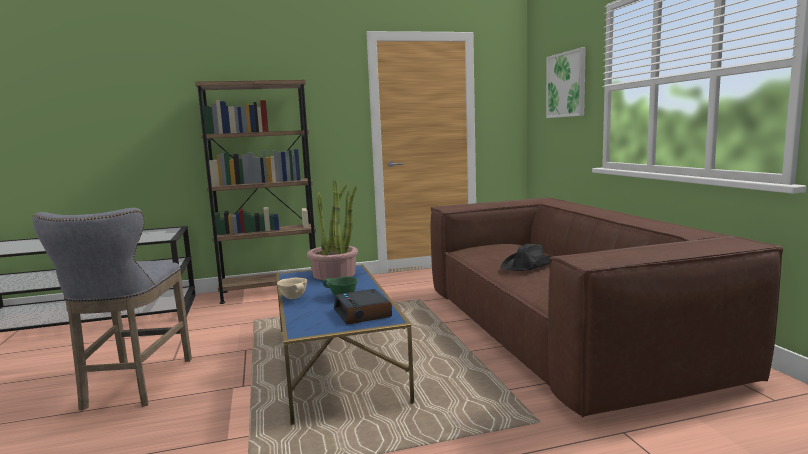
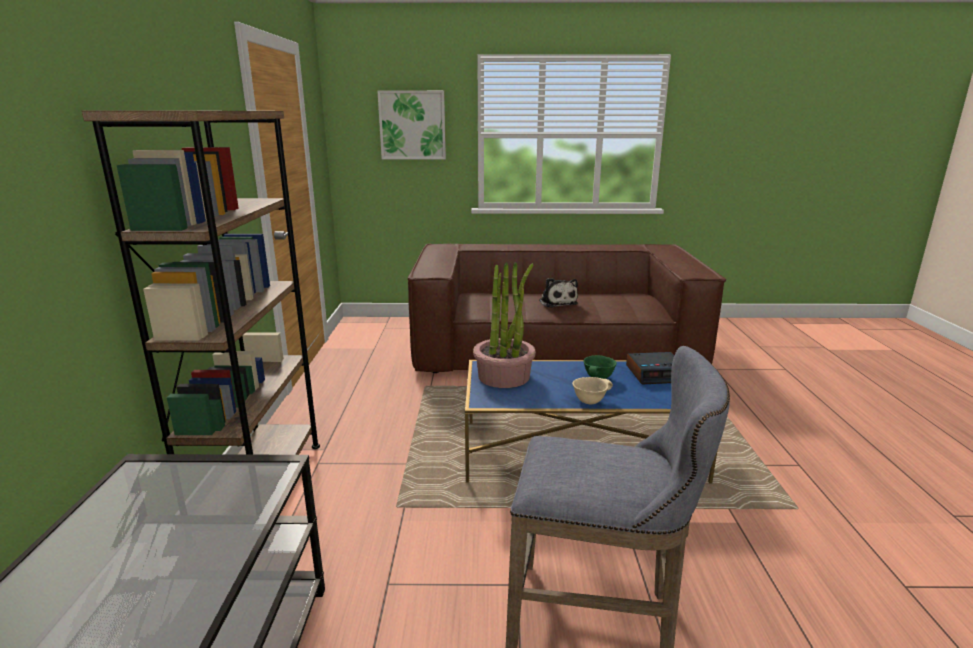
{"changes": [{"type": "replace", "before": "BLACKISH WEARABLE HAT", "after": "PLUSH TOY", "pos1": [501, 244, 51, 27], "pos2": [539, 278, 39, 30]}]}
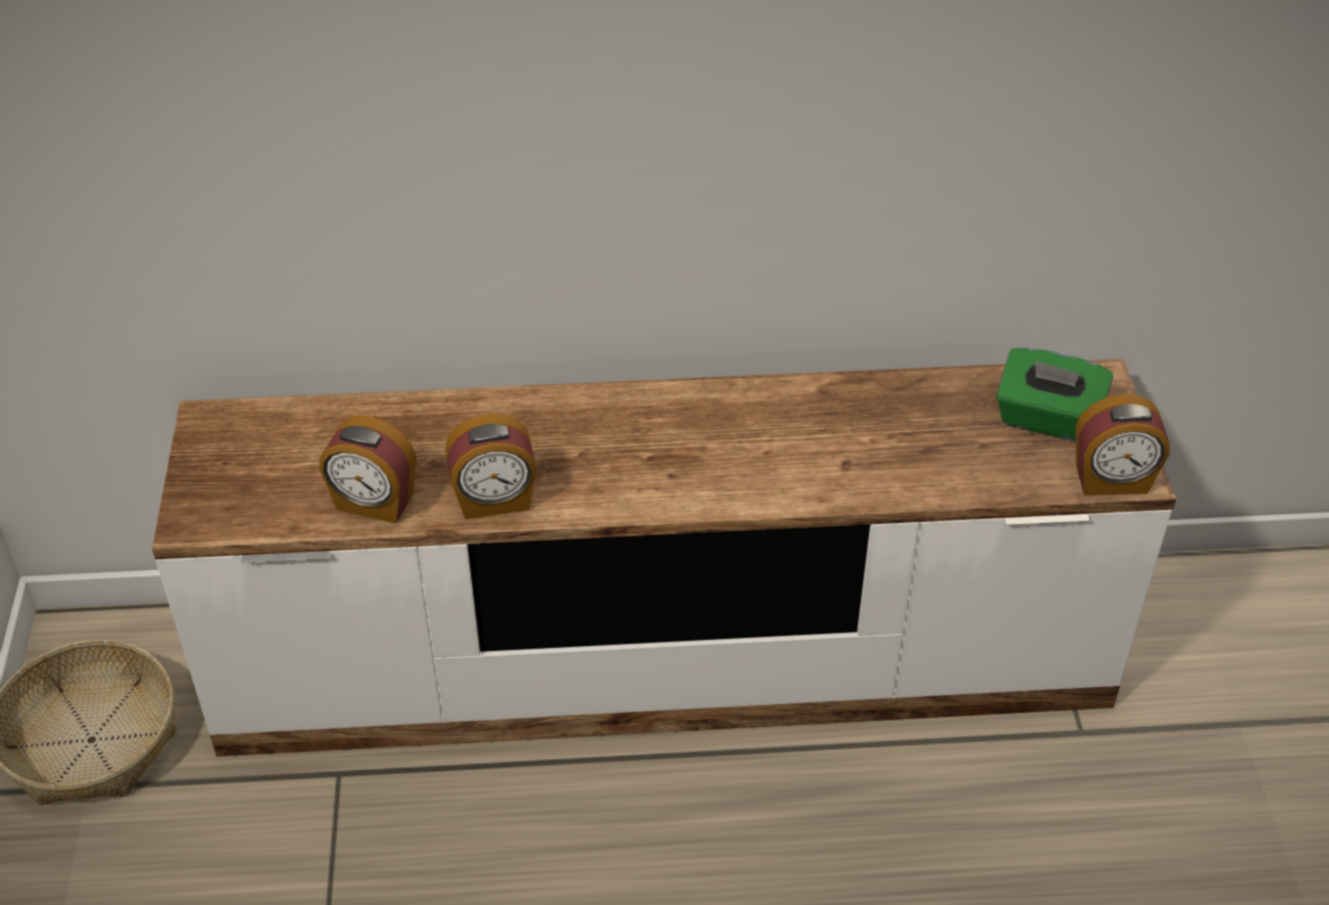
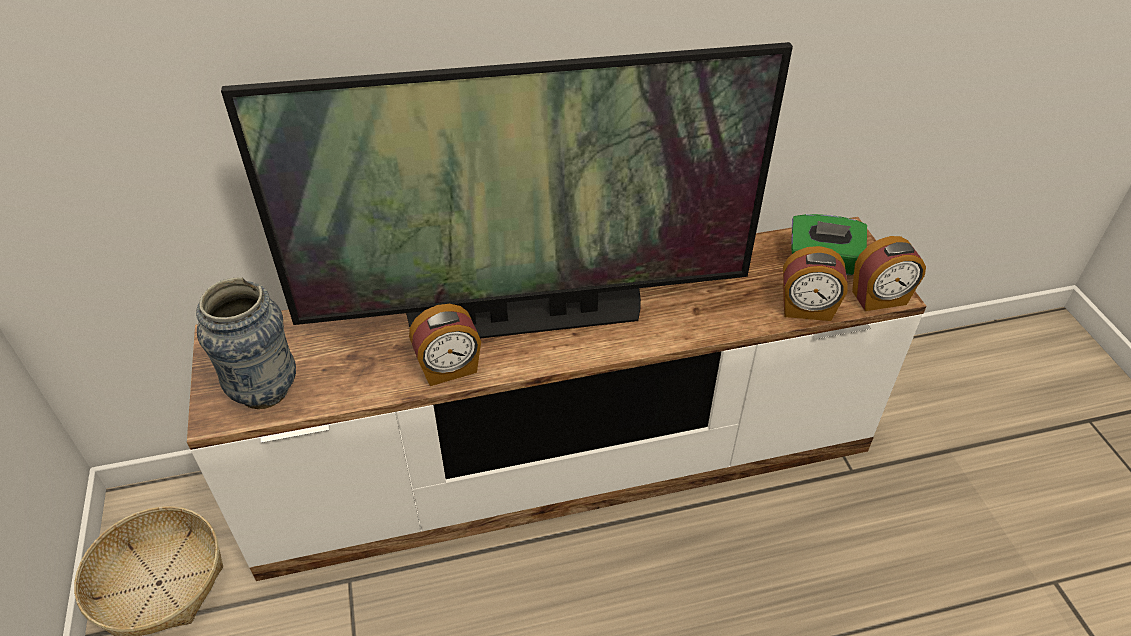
{"changes": [{"type": "move", "before": "TABLE CLOCK", "pos1": [319, 416, 98, 108], "pos2": [783, 246, 65, 75]}, {"type": "insert", "after": "TV", "pos2": [221, 42, 572, 297]}, {"type": "insert", "after": "DECORATIVE VASE", "pos2": [196, 277, 100, 132]}]}
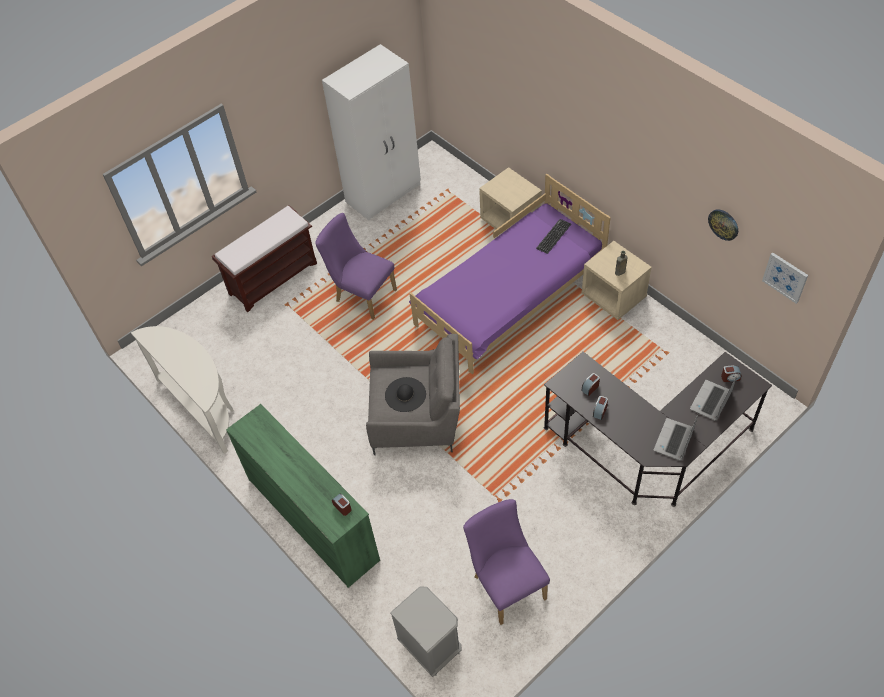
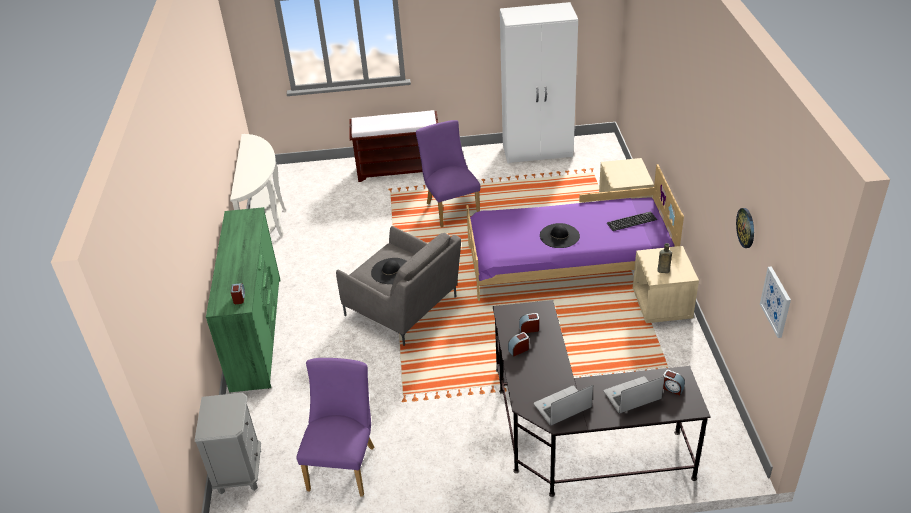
{"changes": [{"type": "insert", "after": "BLACKISH WEARABLE HAT", "pos2": [540, 223, 40, 25]}]}
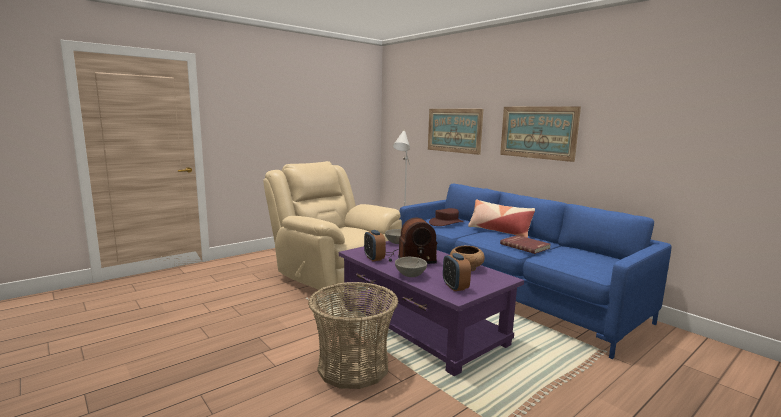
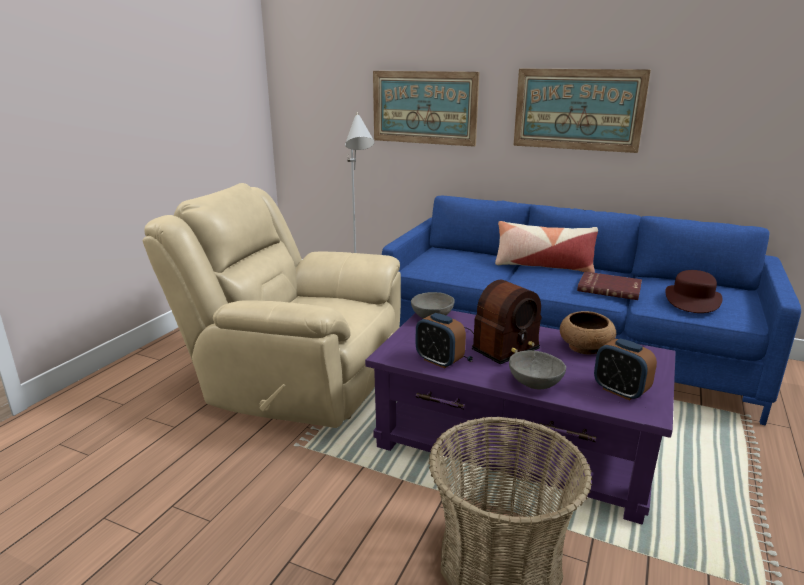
{"changes": [{"type": "move", "before": "BROWN WEARABLE HAT", "pos1": [429, 208, 35, 18], "pos2": [666, 270, 57, 43]}]}
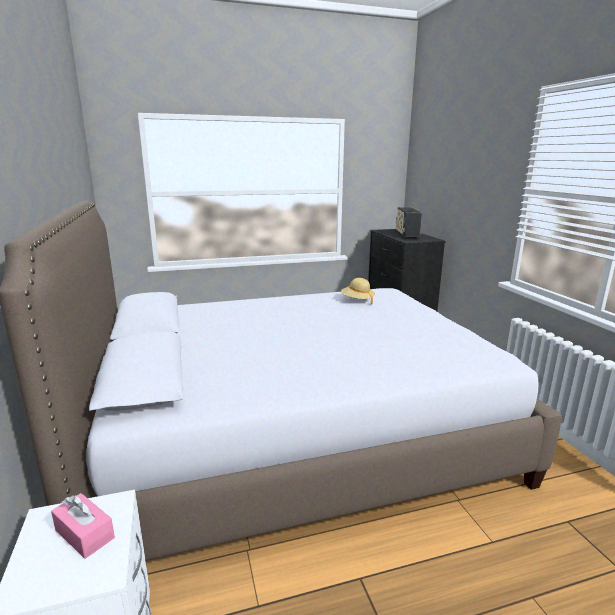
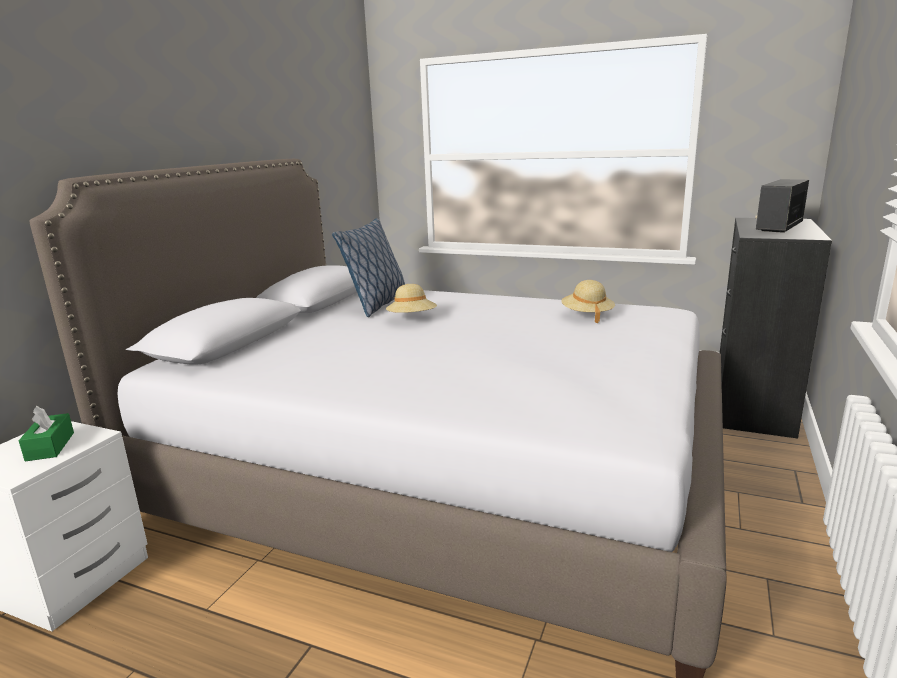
{"changes": [{"type": "recolor", "before": "PINK TISSUE HOLDER", "after": "GREENISH TISSUE HOLDER", "pos1": [51, 493, 64, 66], "pos2": [19, 406, 55, 56]}, {"type": "insert", "after": "THROW PILLOW", "pos2": [332, 218, 73, 99]}, {"type": "insert", "after": "BEIGE WEARABLE HAT", "pos2": [386, 284, 51, 29]}]}
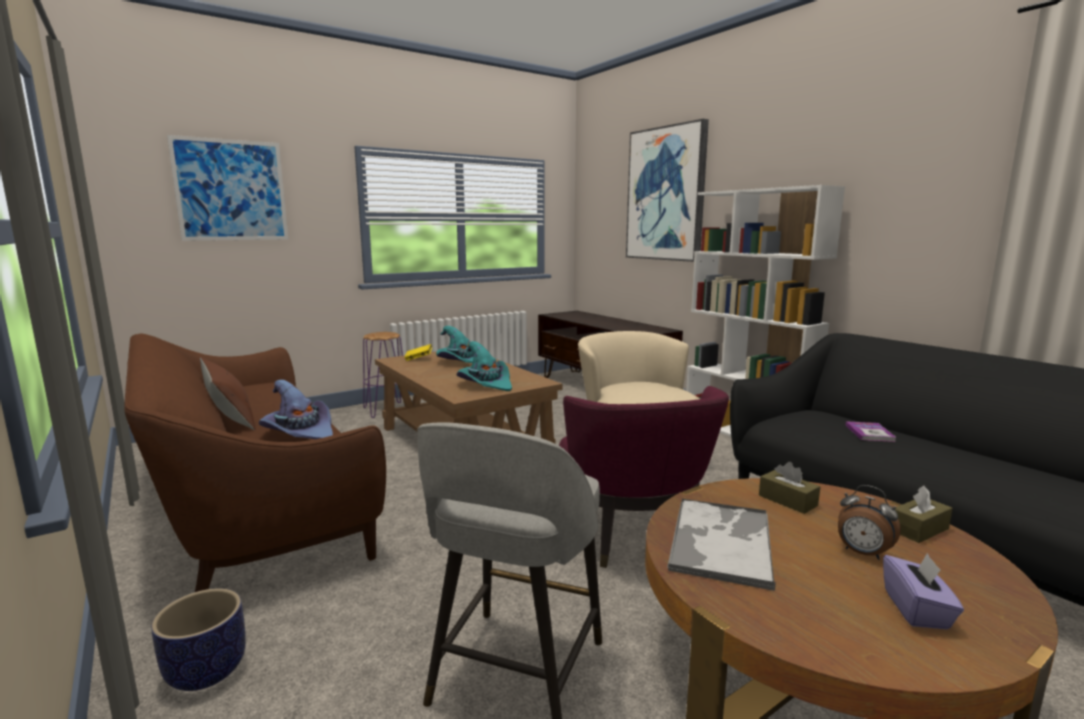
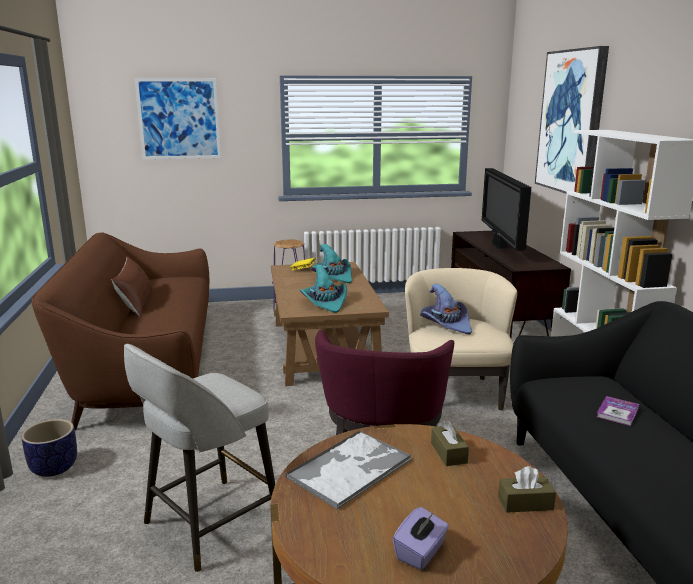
{"changes": [{"type": "move", "before": "PURPLE WEARABLE HAT", "pos1": [259, 380, 74, 59], "pos2": [420, 284, 52, 50]}, {"type": "delete", "before": "TABLE CLOCK", "pos1": [838, 485, 63, 75]}, {"type": "insert", "after": "TV", "pos2": [482, 168, 49, 83]}]}
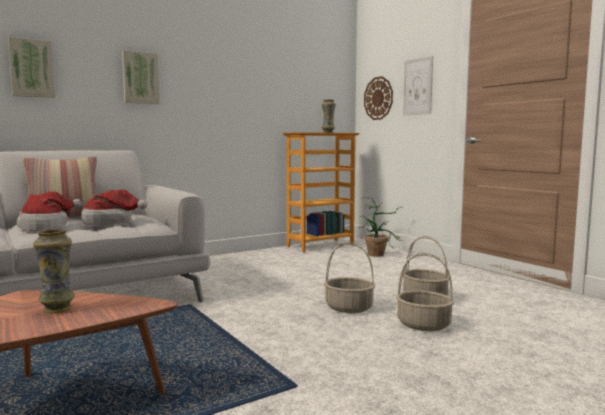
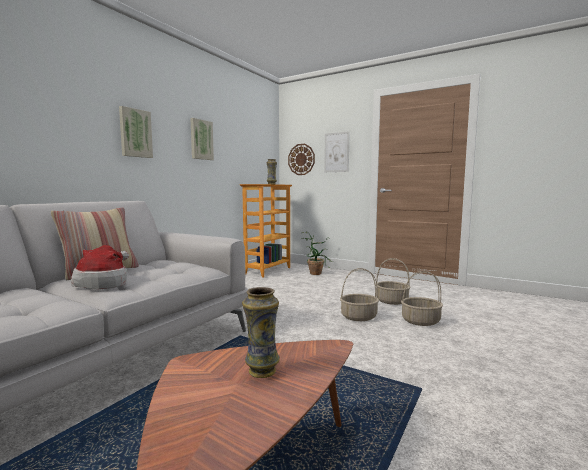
{"changes": [{"type": "move", "before": "WALL PICTURE", "pos1": [8, 37, 47, 61], "pos2": [190, 118, 24, 42]}, {"type": "delete", "before": "WEARABLE HAT", "pos1": [81, 189, 67, 36]}]}
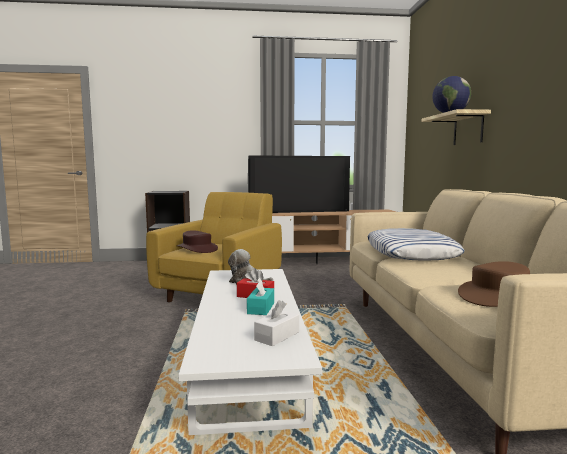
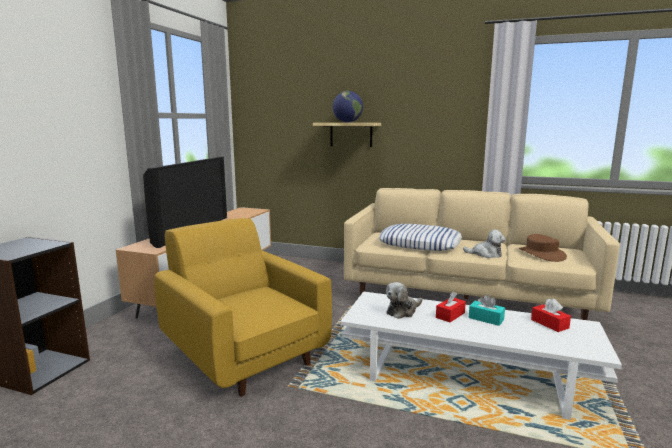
{"changes": [{"type": "delete", "before": "BROWN WEARABLE HAT", "pos1": [177, 230, 41, 23]}, {"type": "recolor", "before": "WHITISH TISSUE HOLDER", "after": "RED-COLOURED TISSUE HOLDER", "pos1": [254, 300, 45, 46], "pos2": [531, 299, 40, 33]}, {"type": "insert", "after": "PLUSH TOY", "pos2": [463, 230, 43, 28]}]}
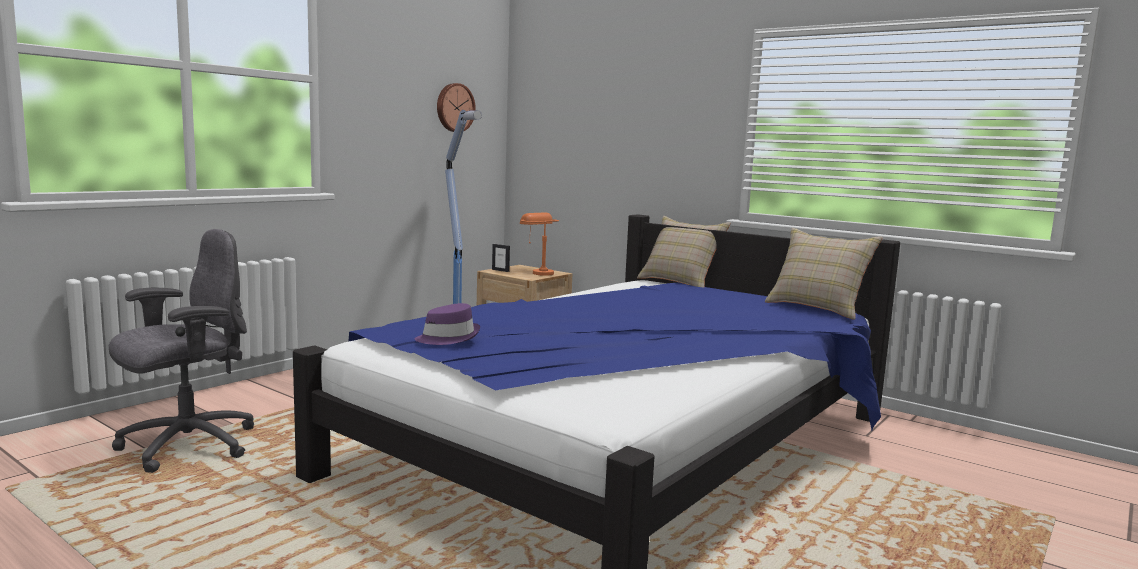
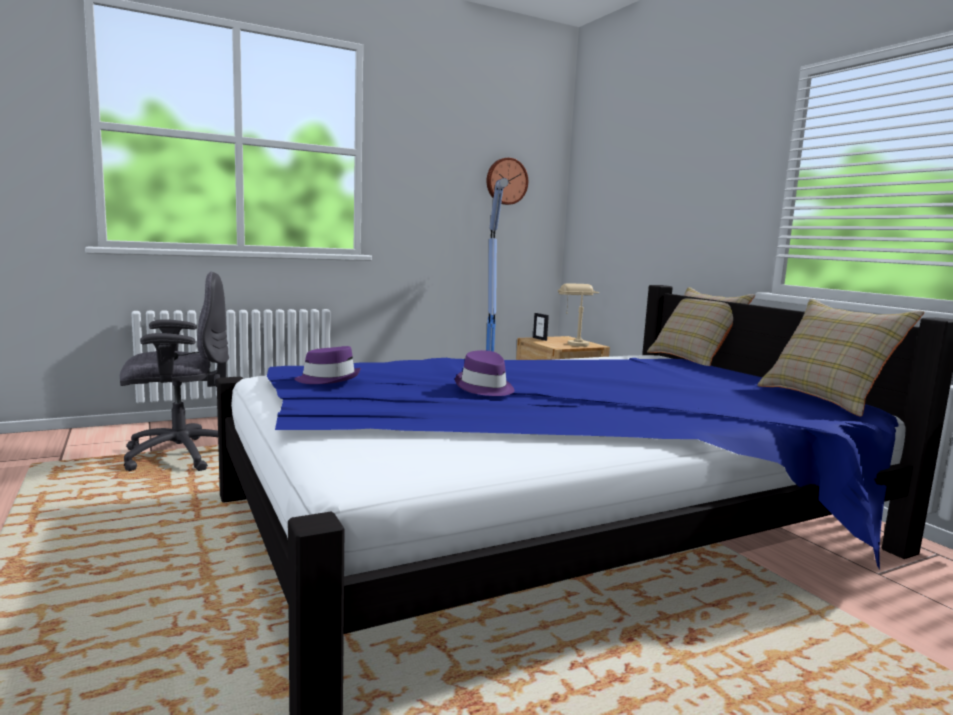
{"changes": [{"type": "recolor", "before": "ORANGEY TABLE LAMP", "after": "BEIGE TABLE LAMP", "pos1": [520, 213, 39, 63], "pos2": [558, 284, 41, 63]}, {"type": "insert", "after": "PURPLE WEARABLE HAT", "pos2": [455, 350, 60, 46]}]}
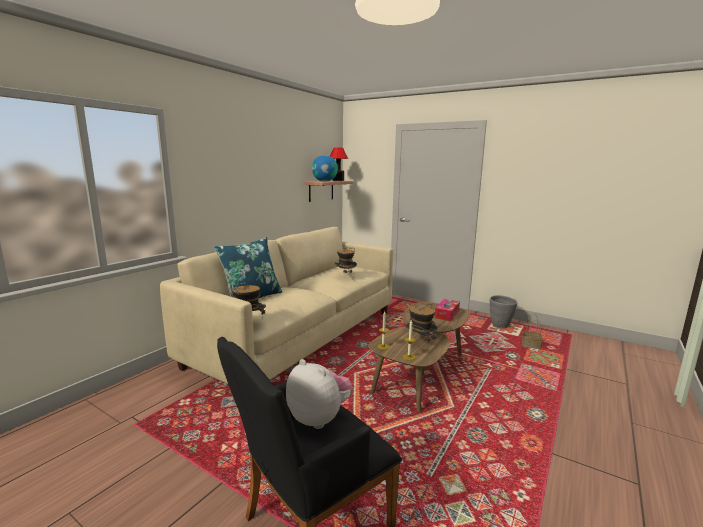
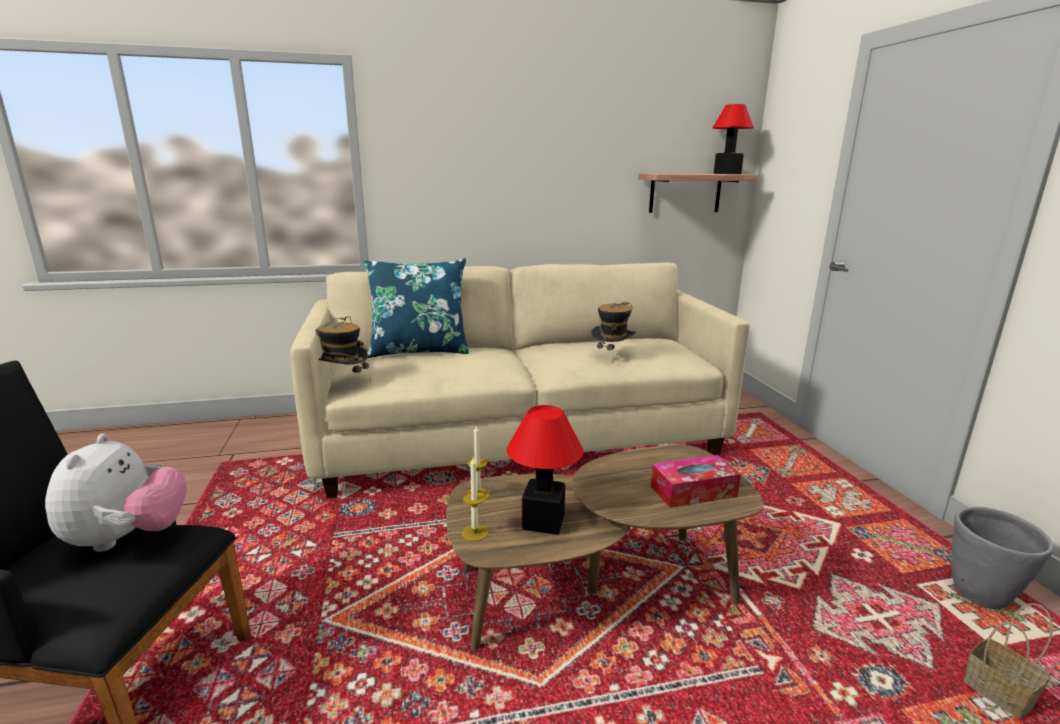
{"changes": [{"type": "delete", "before": "GLOBE", "pos1": [312, 155, 26, 26]}, {"type": "replace", "before": "WEARABLE HAT", "after": "TABLE LAMP", "pos1": [405, 303, 32, 45], "pos2": [507, 405, 76, 130]}]}
